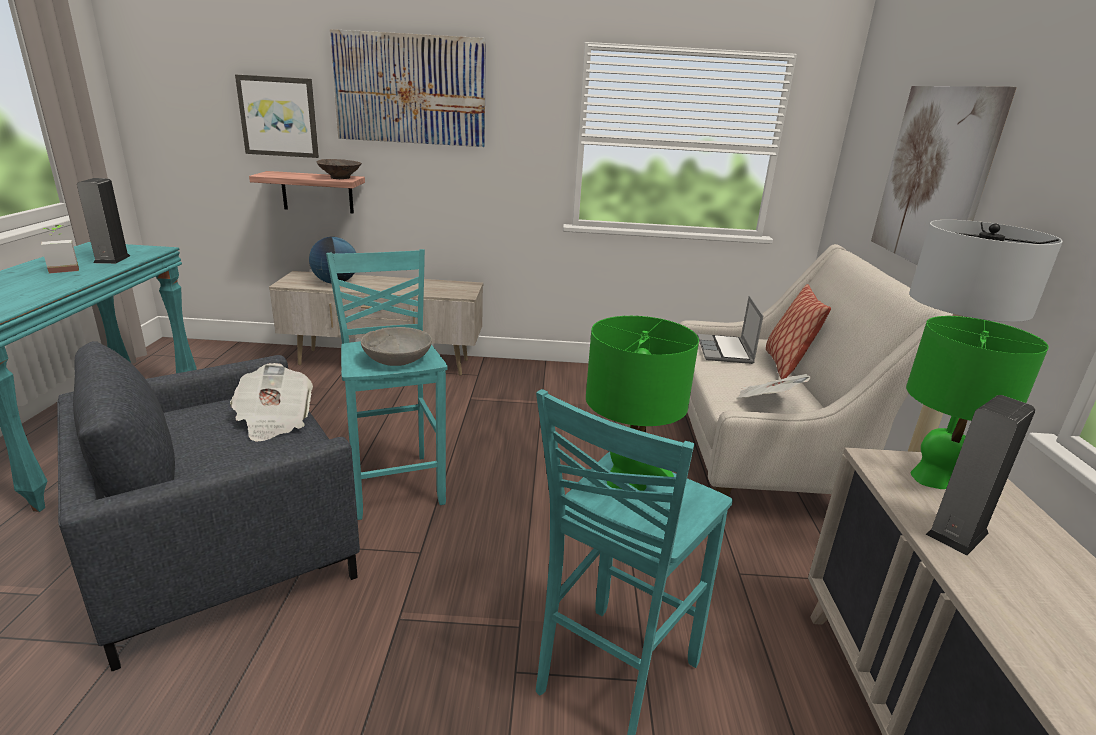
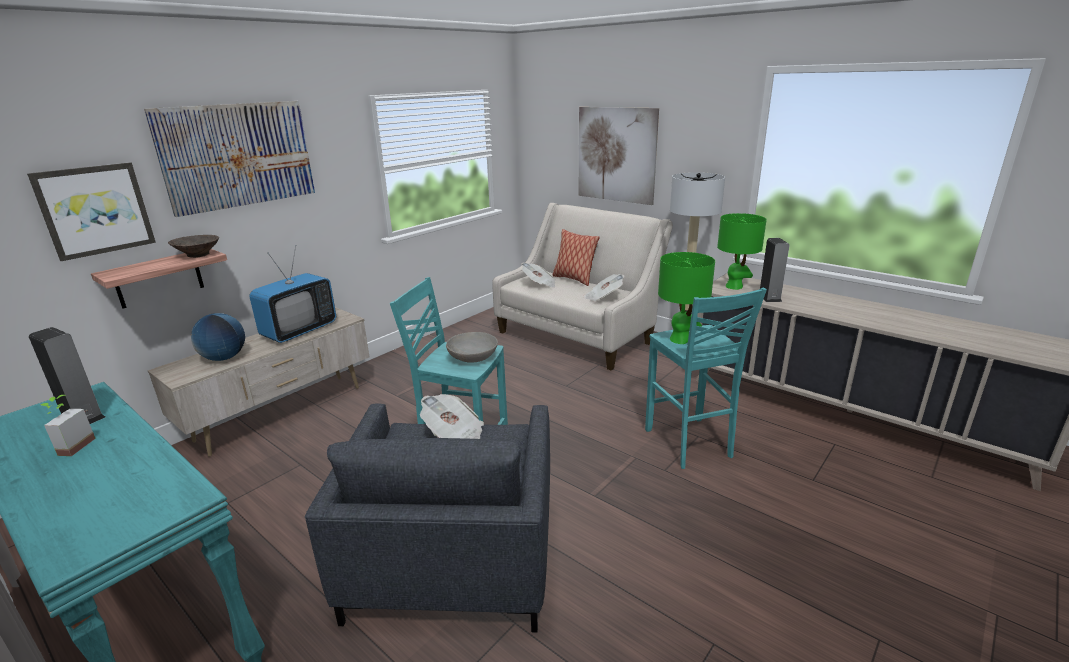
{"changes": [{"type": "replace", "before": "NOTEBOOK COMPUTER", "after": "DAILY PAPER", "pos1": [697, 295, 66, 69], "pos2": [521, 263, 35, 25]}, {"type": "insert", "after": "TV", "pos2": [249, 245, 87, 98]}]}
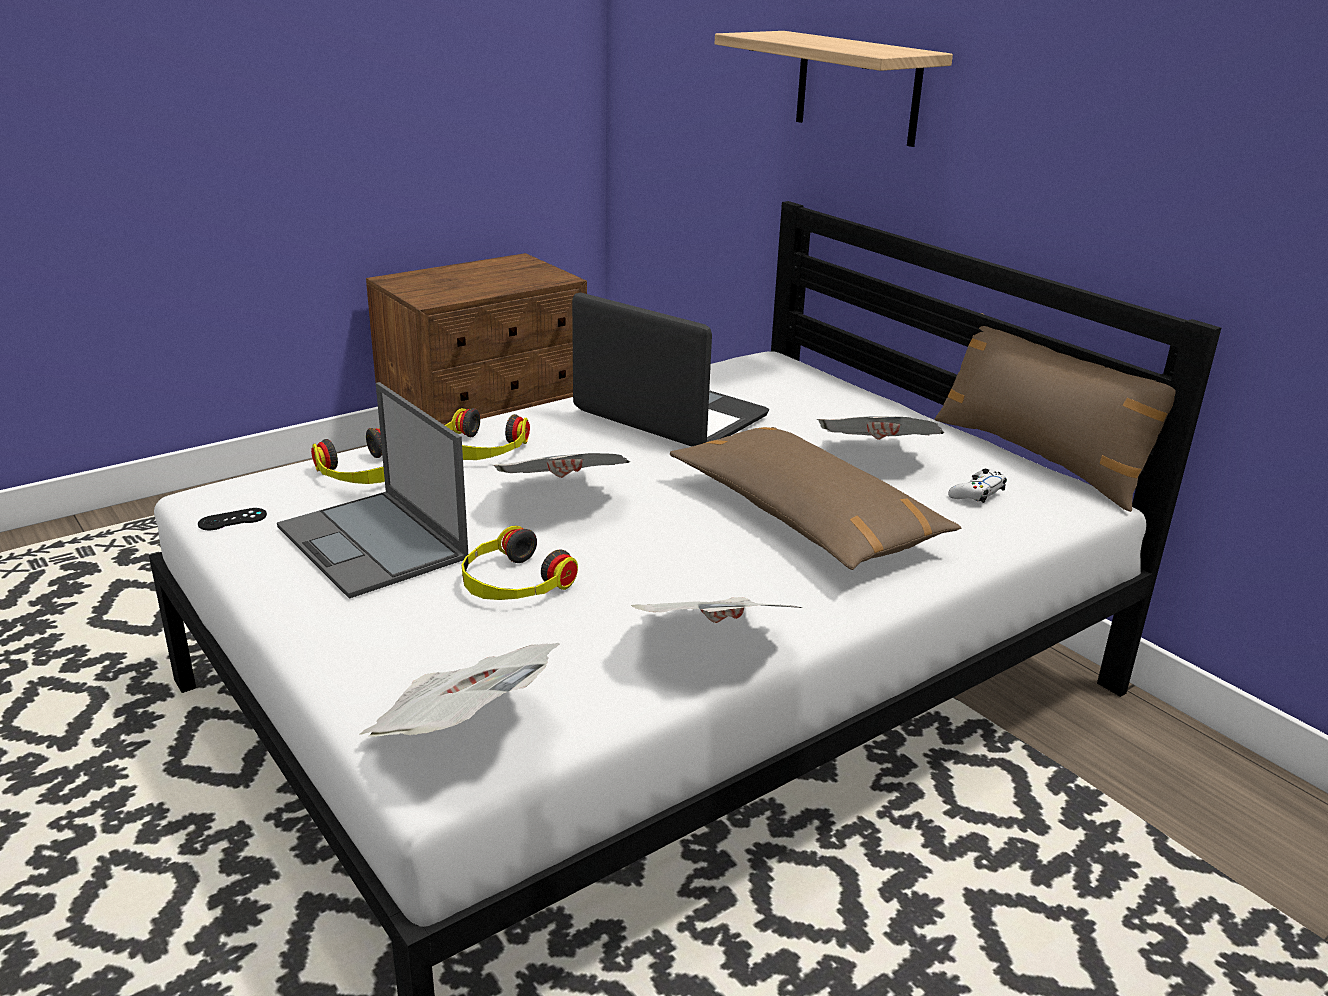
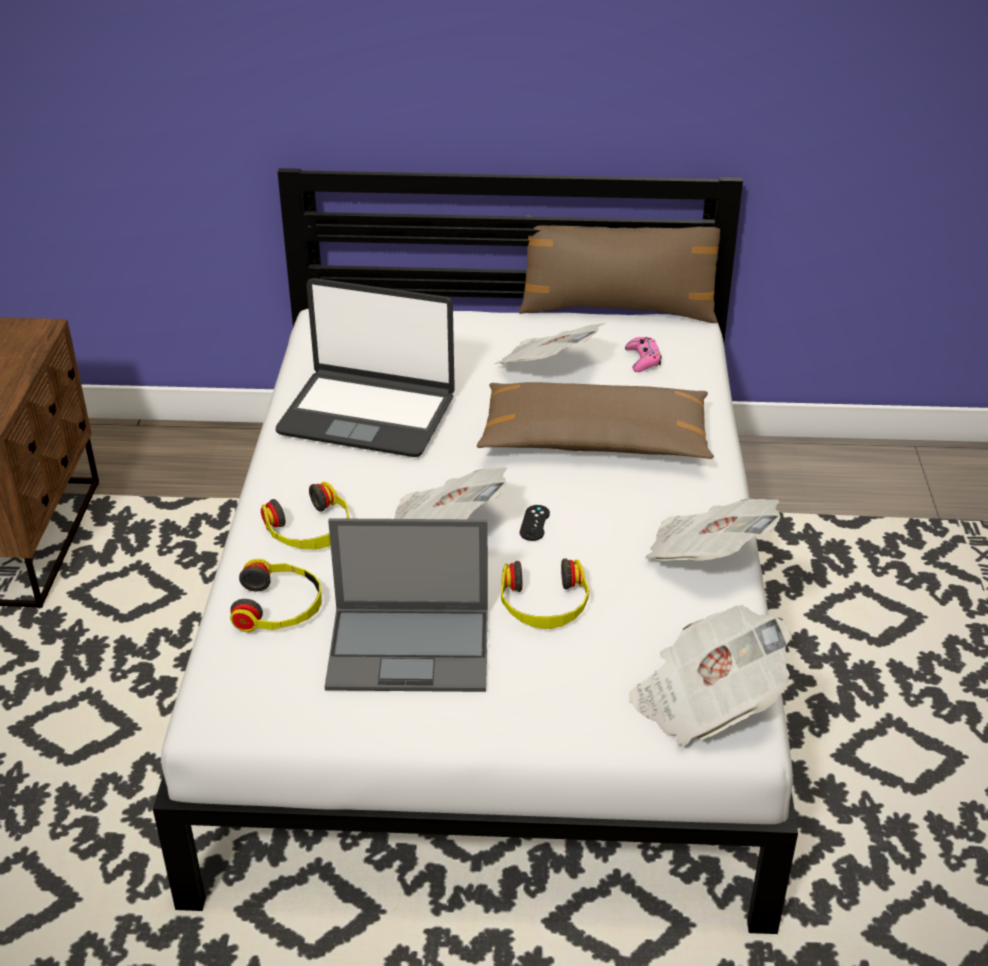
{"changes": [{"type": "delete", "before": "WALL SHELF", "pos1": [715, 31, 238, 116]}, {"type": "rotate", "before": "NOTEBOOK COMPUTER", "pos1": [572, 292, 197, 154], "pos2": [276, 278, 179, 179], "turn": -150}, {"type": "recolor", "before": "WHITISH GAME CONTROLLER", "after": "PINK GAME CONTROLLER", "pos1": [948, 469, 59, 34], "pos2": [625, 337, 37, 35]}, {"type": "move", "before": "BLACKISH GAME CONTROLLER", "pos1": [198, 508, 69, 22], "pos2": [520, 505, 30, 36]}]}
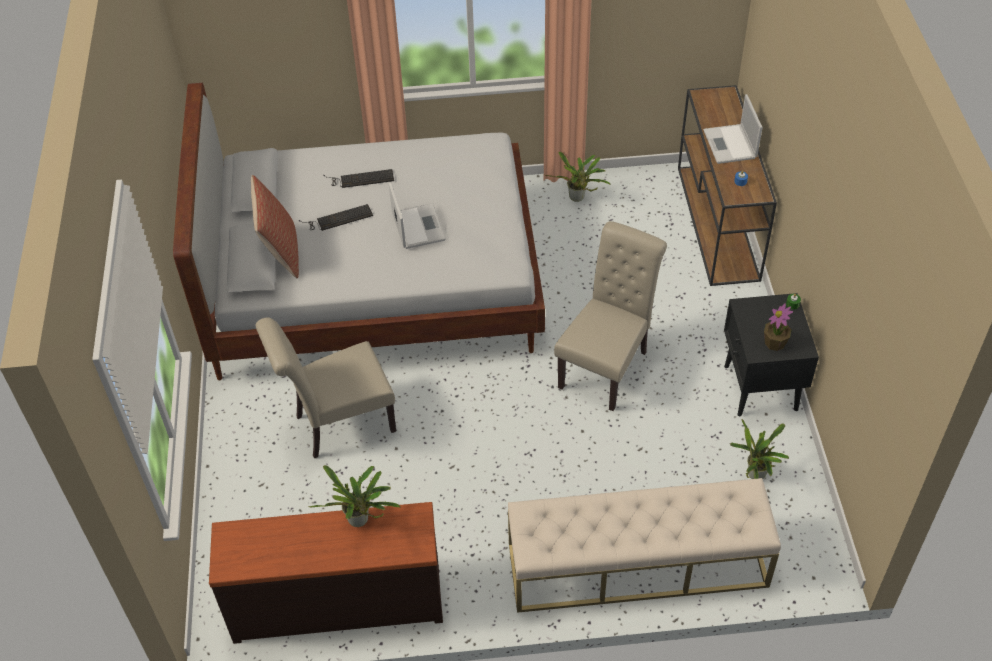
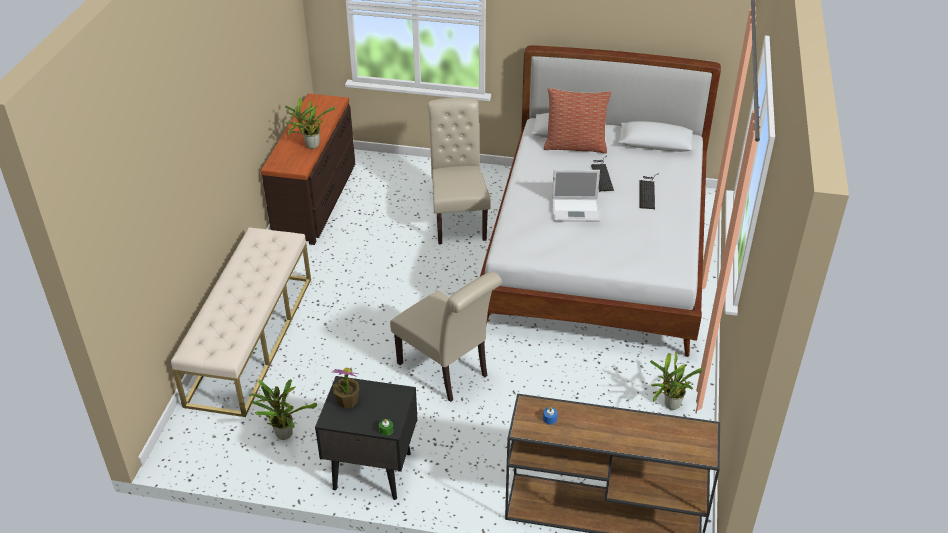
{"changes": [{"type": "delete", "before": "NOTEBOOK COMPUTER", "pos1": [703, 94, 60, 70]}]}
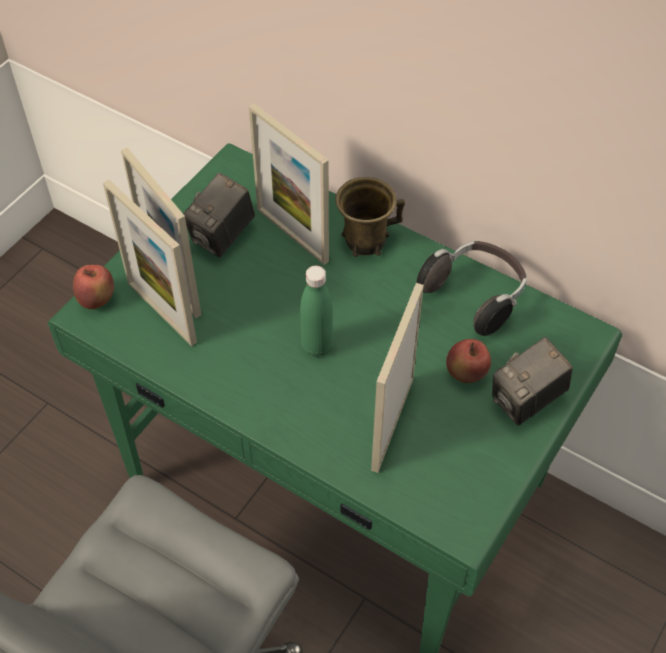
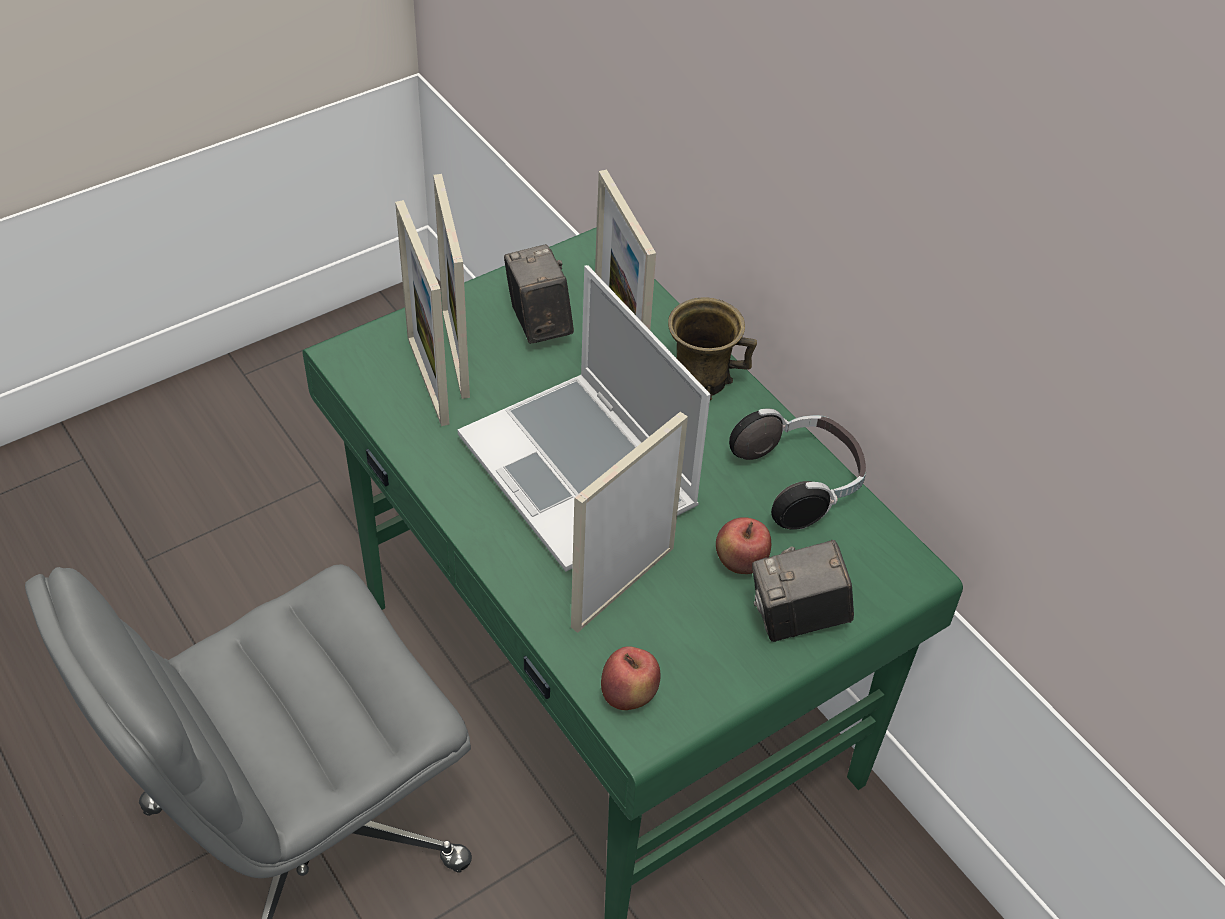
{"changes": [{"type": "rotate", "before": "STILL CAMERA", "pos1": [184, 172, 71, 85], "pos2": [504, 244, 70, 100], "turn": 105}, {"type": "move", "before": "APPLE FRUIT", "pos1": [73, 265, 41, 44], "pos2": [601, 646, 59, 64]}, {"type": "replace", "before": "GREENISH BEVERAGE BOTTLE", "after": "NOTEBOOK COMPUTER", "pos1": [300, 266, 33, 91], "pos2": [457, 265, 254, 307]}]}
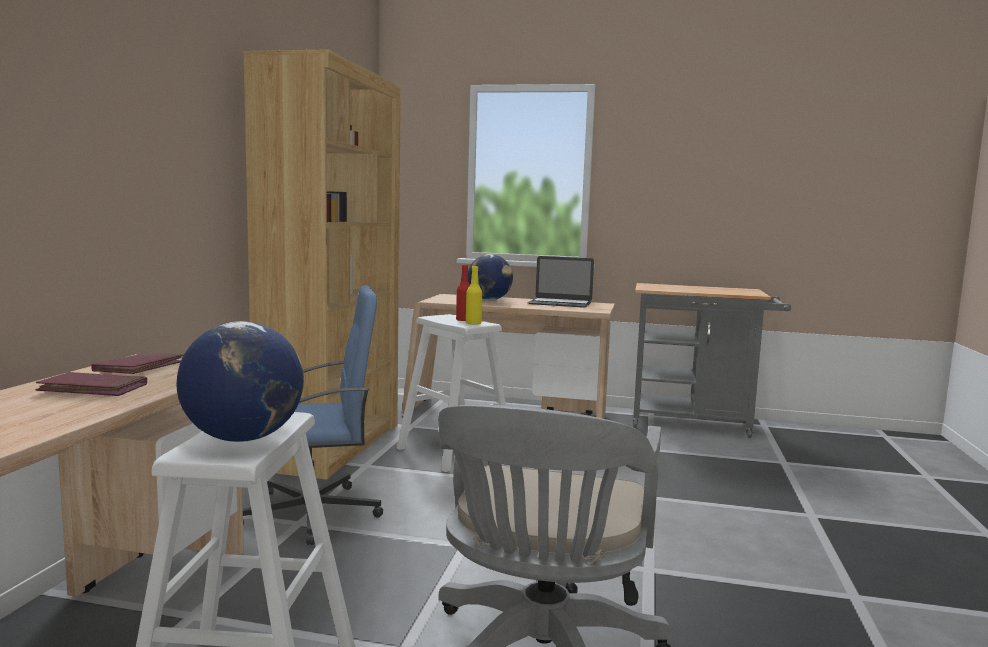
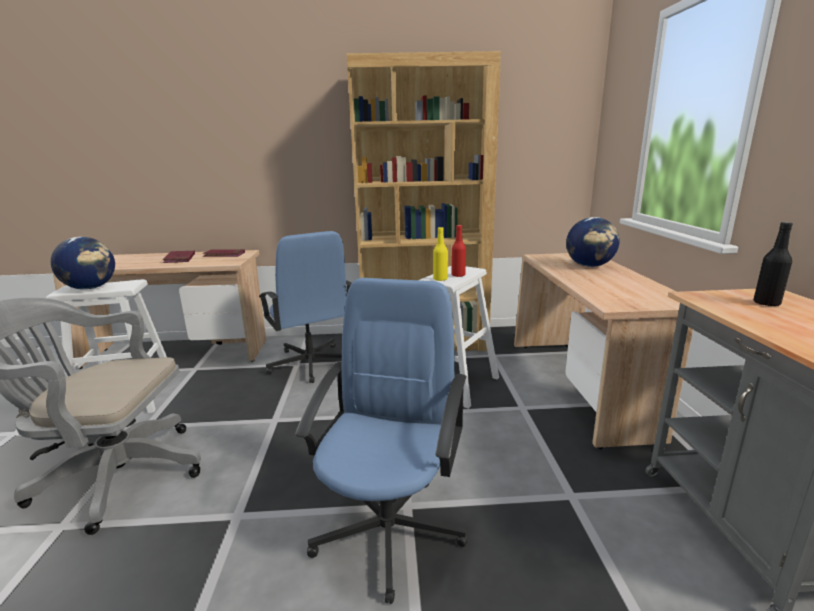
{"changes": [{"type": "delete", "before": "NOTEBOOK COMPUTER", "pos1": [527, 256, 67, 52]}, {"type": "insert", "after": "BLACKISH BEVERAGE BOTTLE", "pos2": [753, 222, 40, 85]}, {"type": "insert", "after": "BLUE OFFICE CHAIR", "pos2": [295, 278, 173, 326]}]}
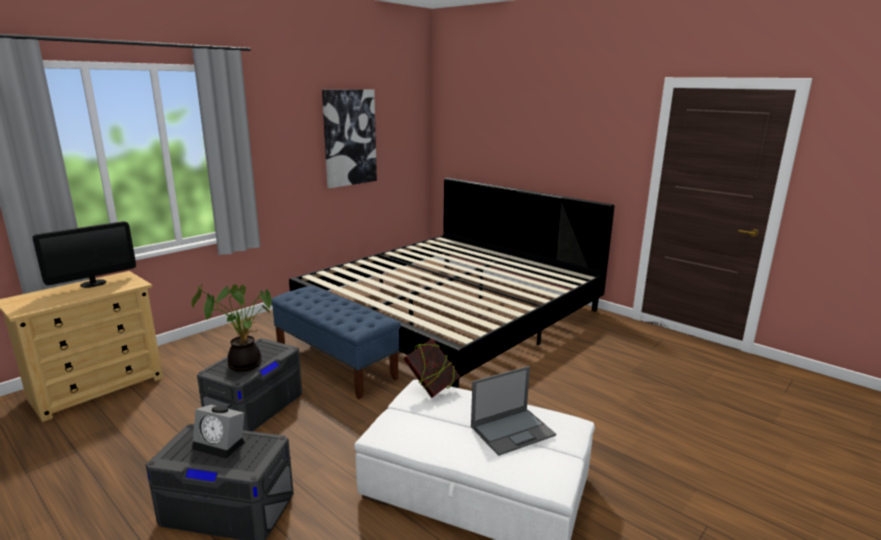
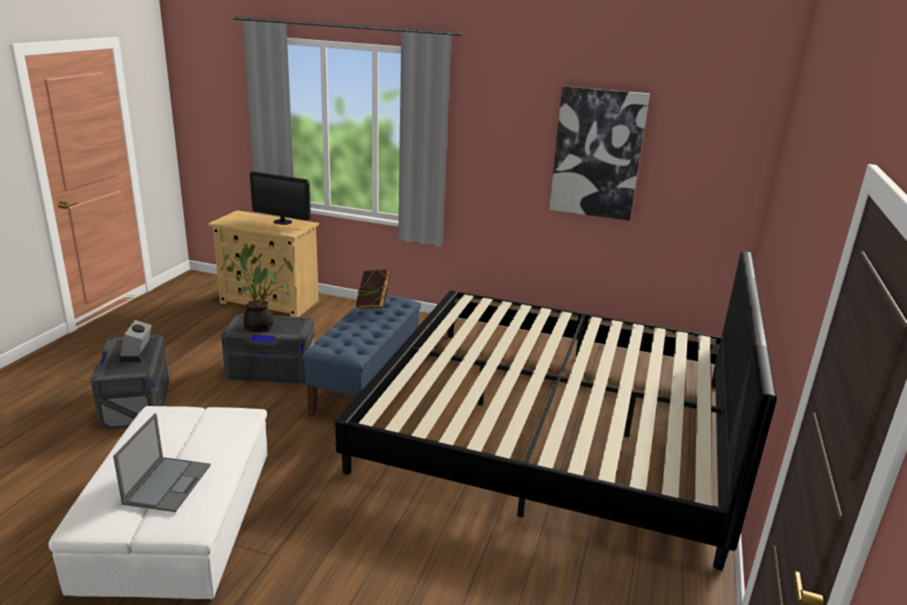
{"changes": [{"type": "move", "before": "BOUND BOOK", "pos1": [404, 338, 56, 60], "pos2": [356, 268, 35, 41]}, {"type": "rotate", "before": "NOTEBOOK COMPUTER", "pos1": [471, 366, 85, 90], "pos2": [113, 413, 98, 99], "turn": -120}]}
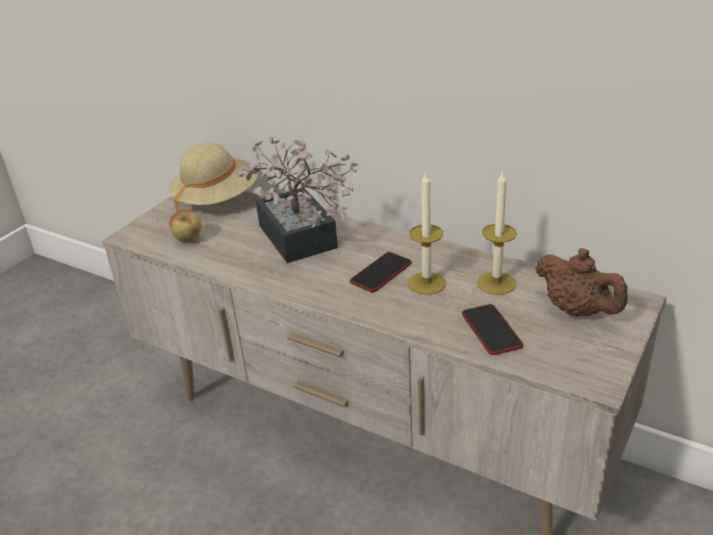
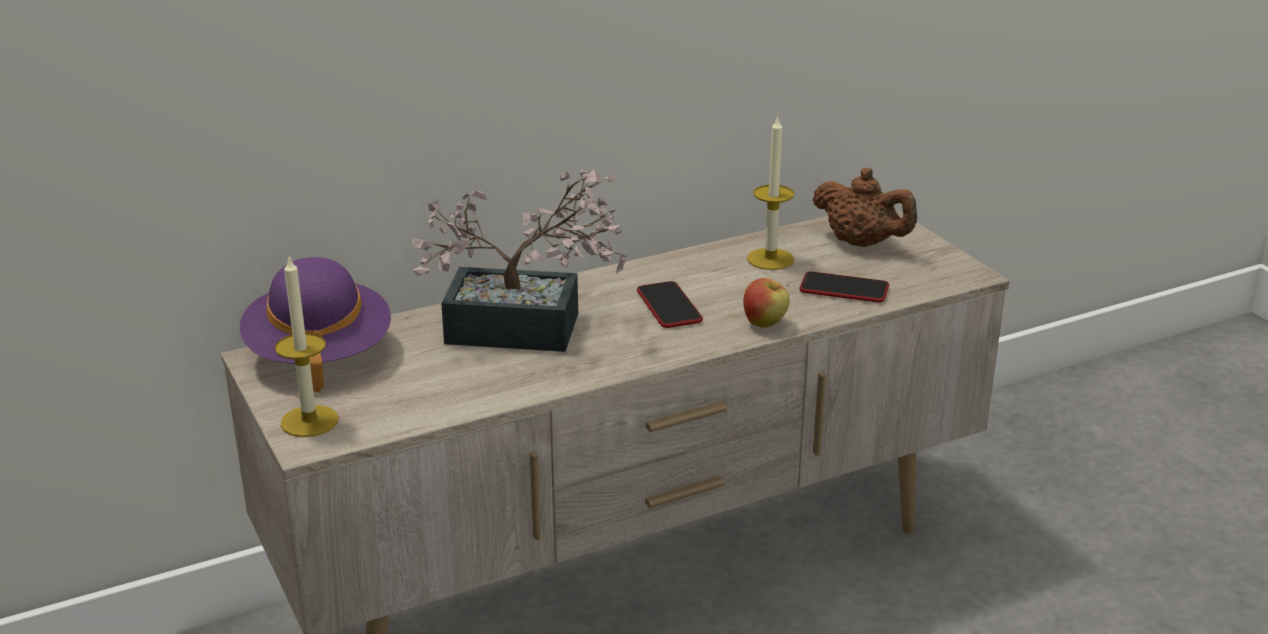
{"changes": [{"type": "recolor", "before": "BEIGE WEARABLE HAT", "after": "PURPLE WEARABLE HAT", "pos1": [169, 142, 89, 70], "pos2": [240, 257, 151, 136]}, {"type": "move", "before": "WAX CANDLE", "pos1": [408, 172, 38, 123], "pos2": [275, 254, 64, 183]}, {"type": "move", "before": "APPLE FRUIT", "pos1": [169, 210, 32, 32], "pos2": [743, 278, 47, 50]}, {"type": "rotate", "before": "BROWN TEAPOT", "pos1": [535, 248, 93, 68], "pos2": [812, 168, 105, 79], "turn": 45}]}
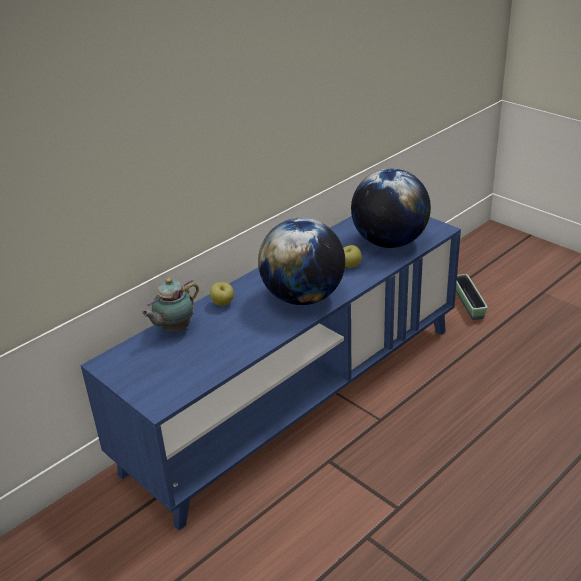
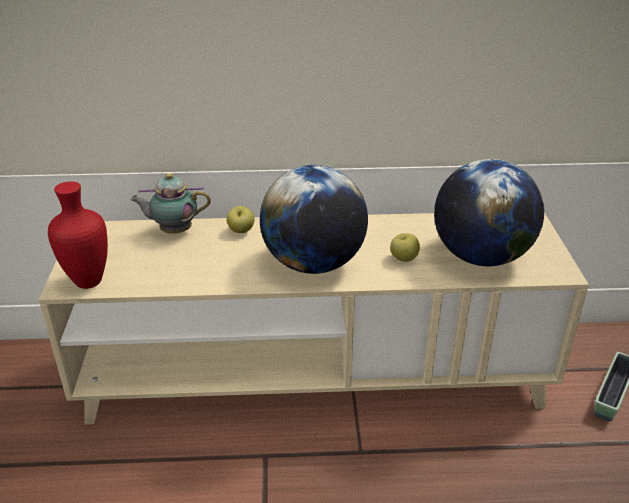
{"changes": [{"type": "recolor", "before": "BLUE TV UNIT", "after": "BEIGE TV UNIT", "pos1": [81, 216, 380, 314], "pos2": [39, 212, 550, 213]}, {"type": "insert", "after": "RED-COLOURED DECORATIVE VASE", "pos2": [48, 181, 60, 108]}]}
